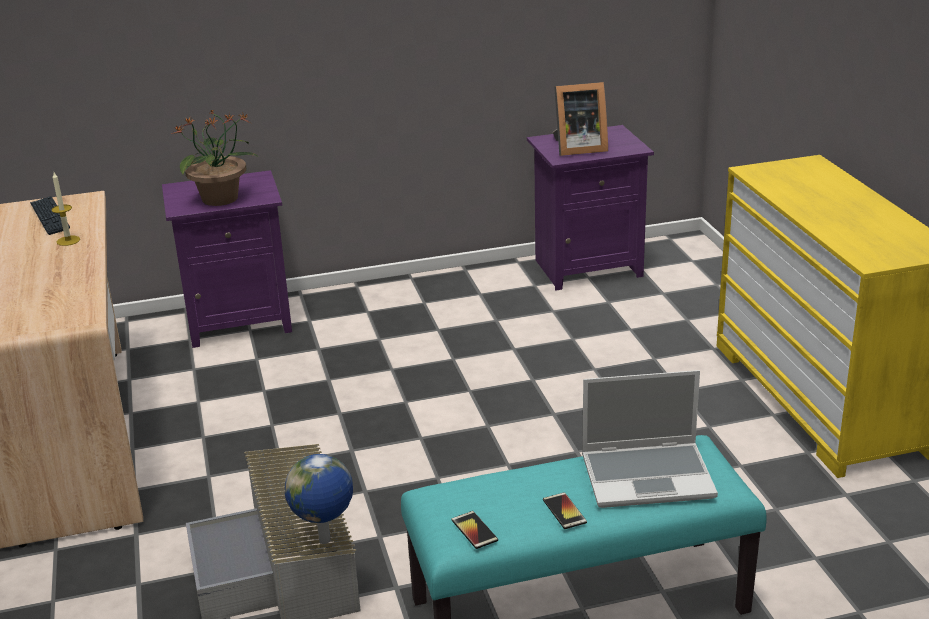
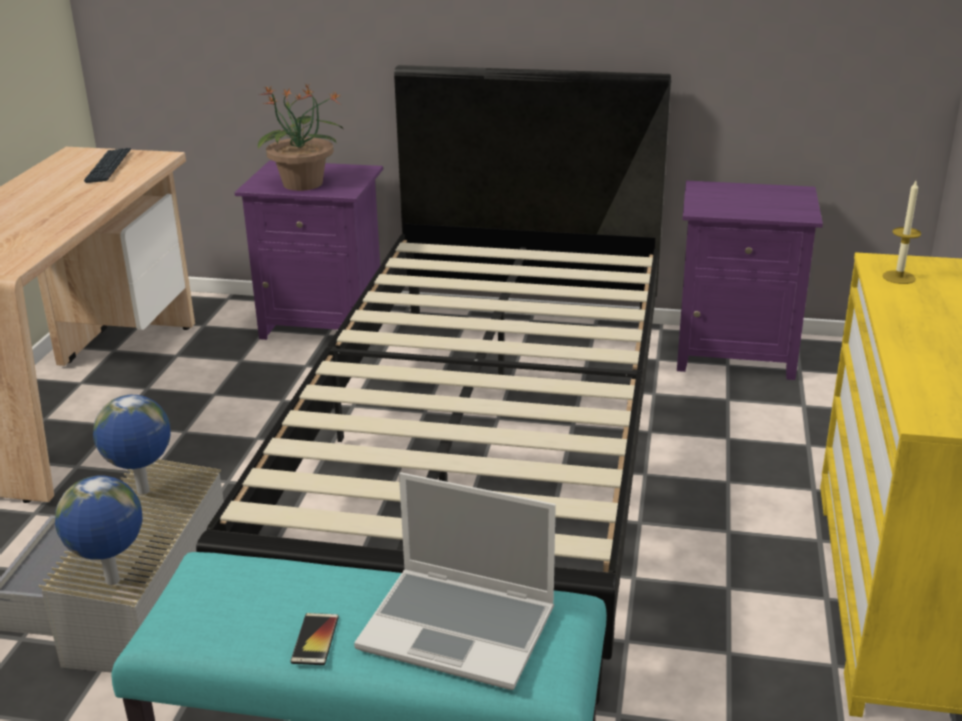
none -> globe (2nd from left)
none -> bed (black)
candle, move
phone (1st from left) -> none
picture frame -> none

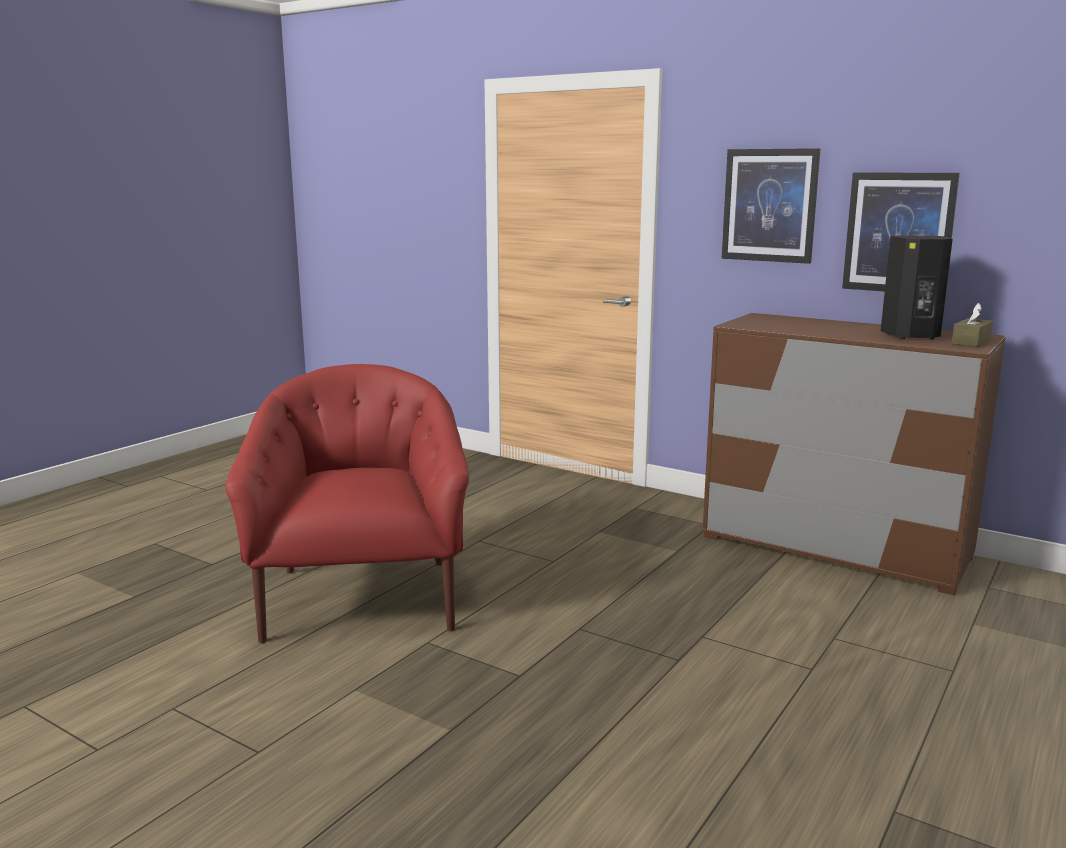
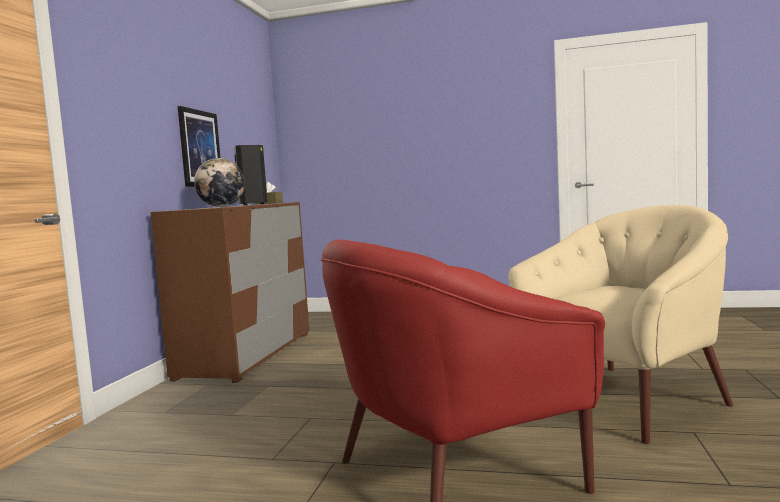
none -> globe
none -> armchair (beige)
picture (1st from left) -> none

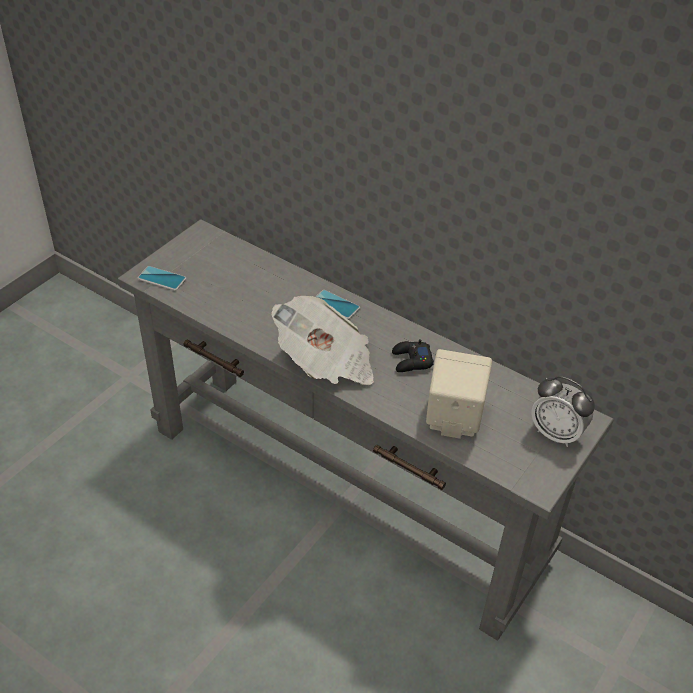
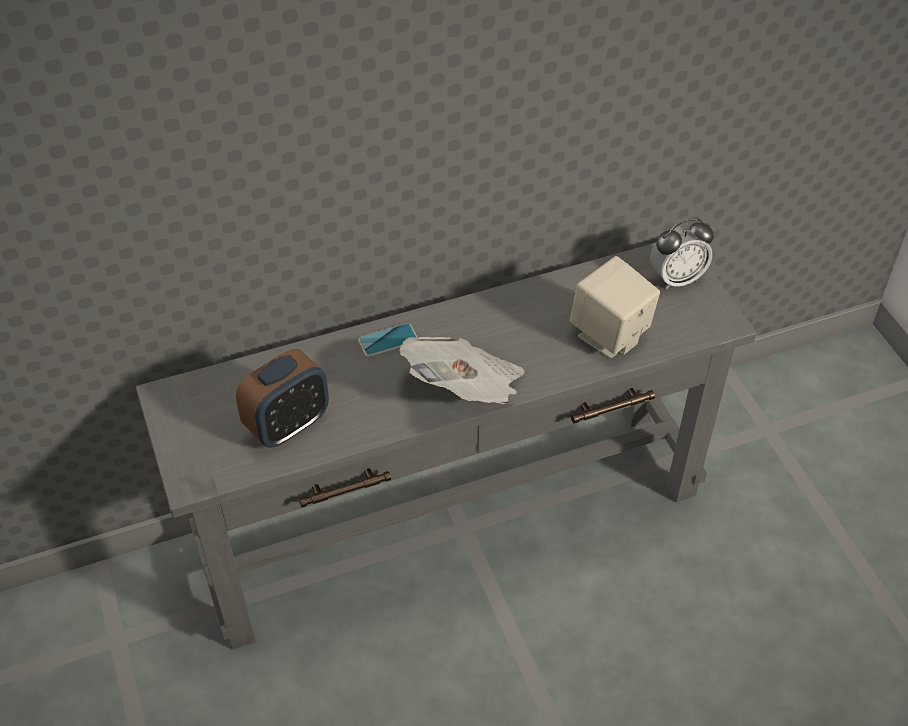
none -> alarm clock (1st from left)
phone (1st from left) -> none
game controller (black) -> none

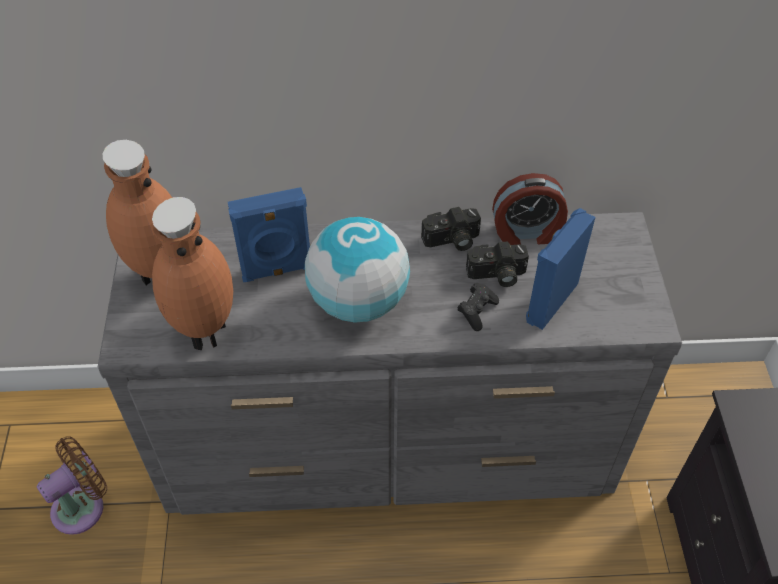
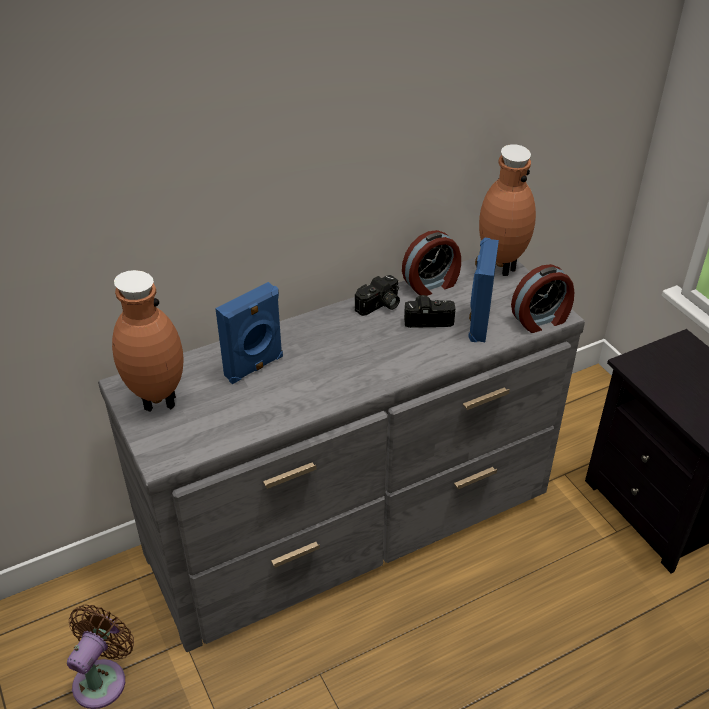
photo camera (2nd from left), 150 degrees counterclockwise
vase (brown) (2nd from left), move
none -> alarm clock (2nd from left)
globe -> none
game controller (black) -> none

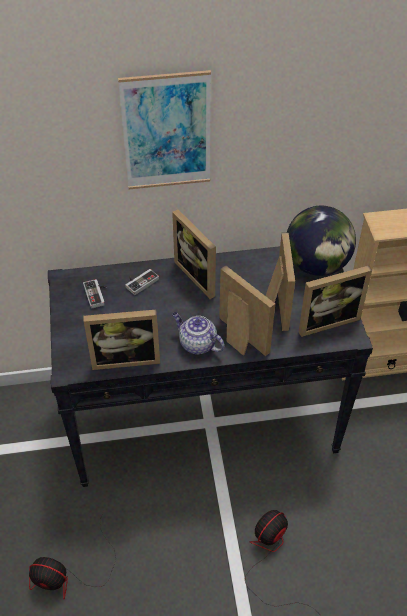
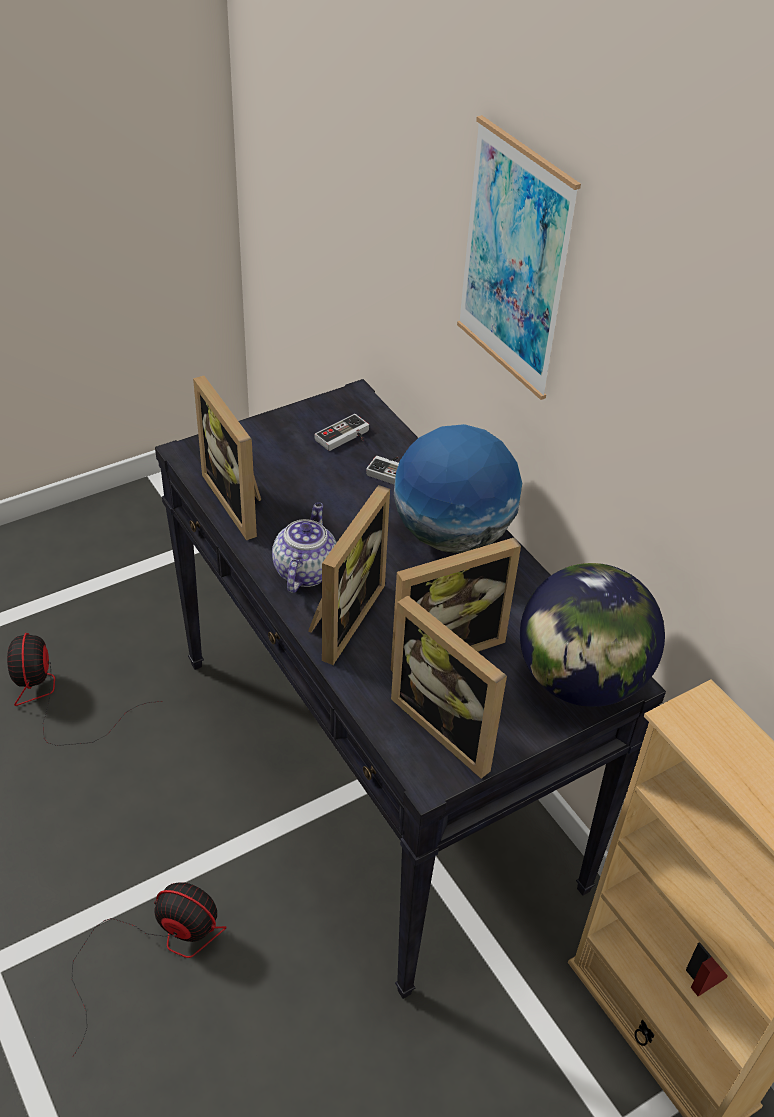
picture frame (2nd from left) -> globe (1st from left)

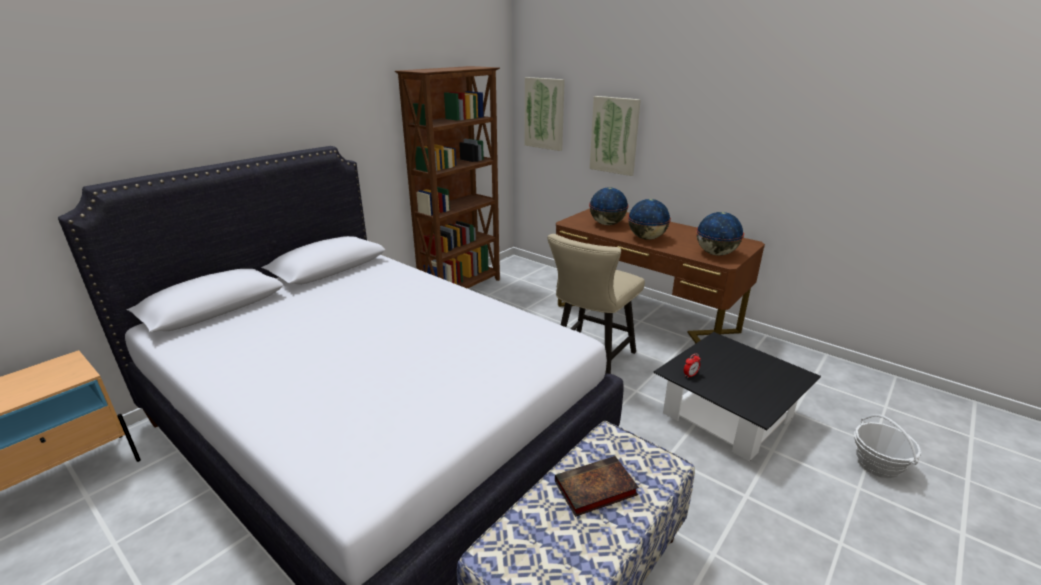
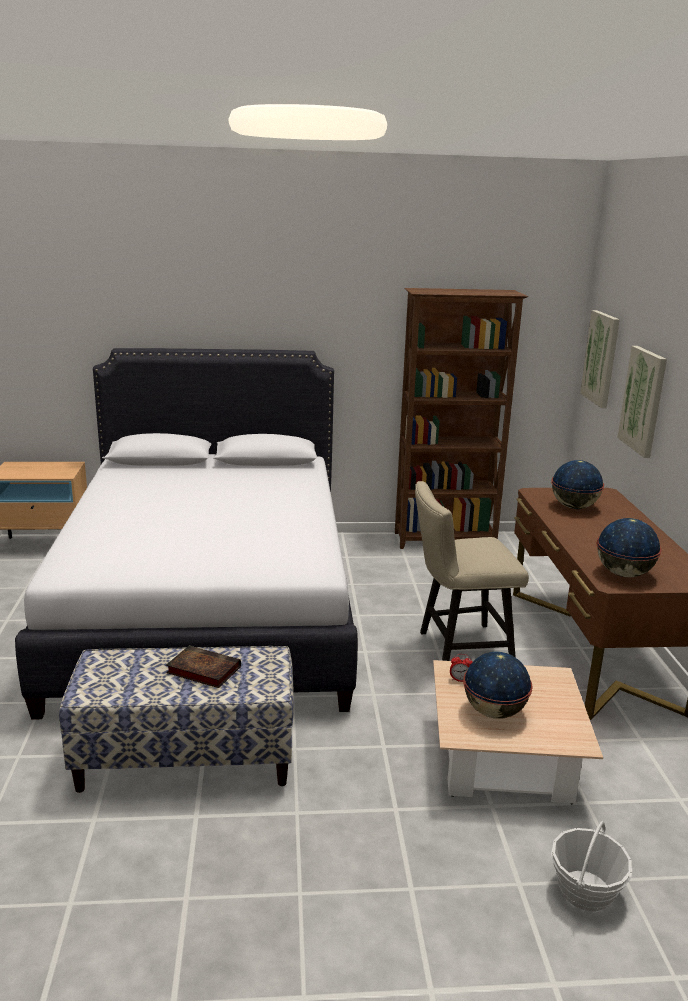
coffee table (black) -> coffee table (beige)
globe (2nd from left in the first image) -> globe (1st from left), move

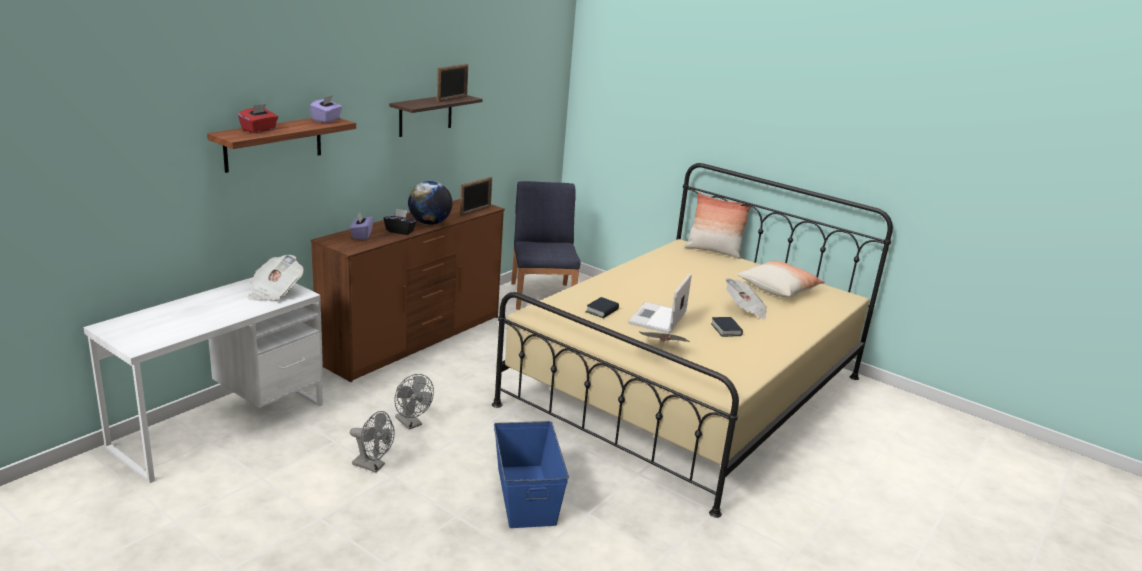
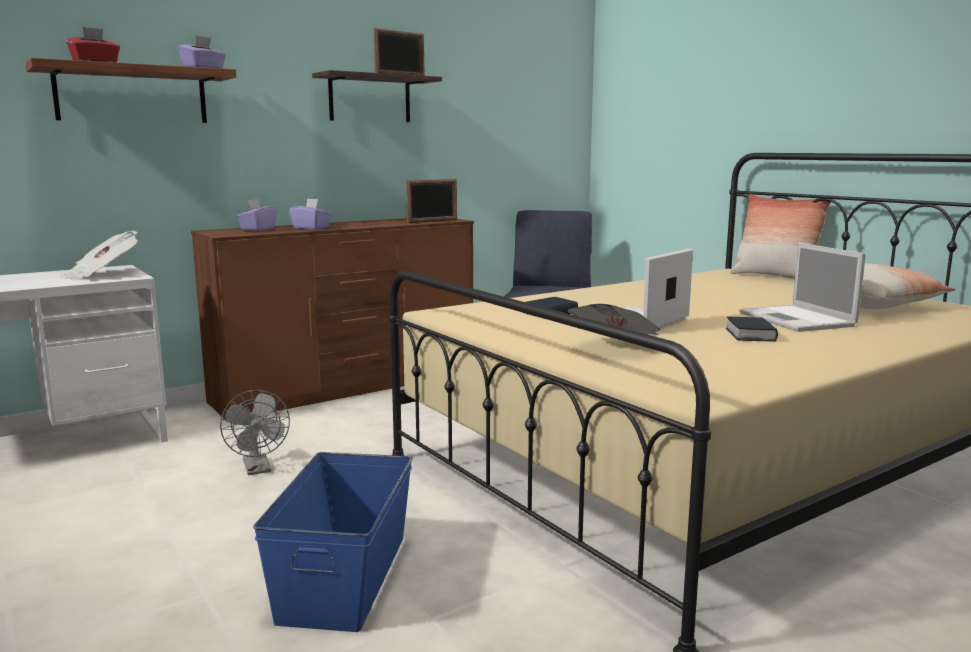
tissue box (black) -> tissue box (purple) (3rd from left)
newspaper (3rd from left) -> laptop (2nd from left)
fan (grey) (1st from left) -> none
globe -> none

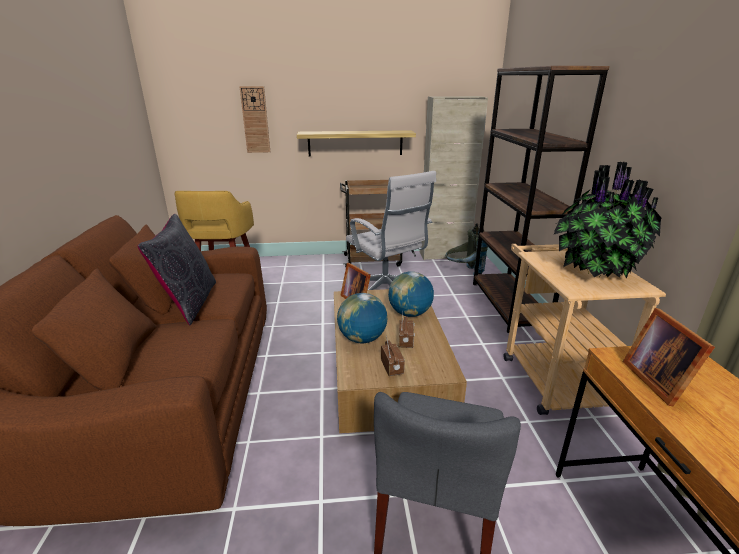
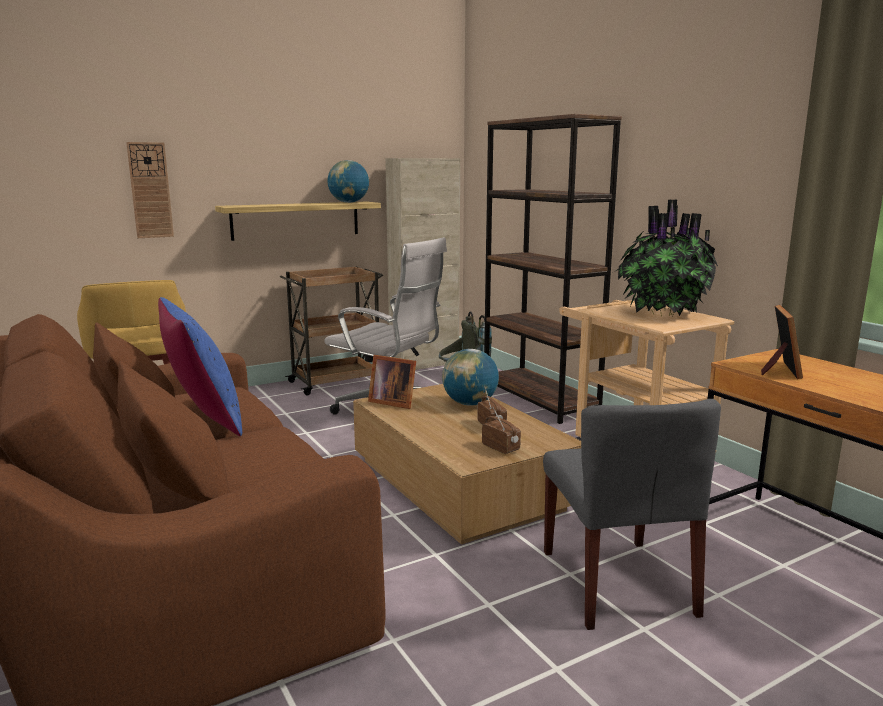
pillow (black) -> pillow (blue)
globe (1st from left), move
picture frame (2nd from left), 135 degrees counterclockwise

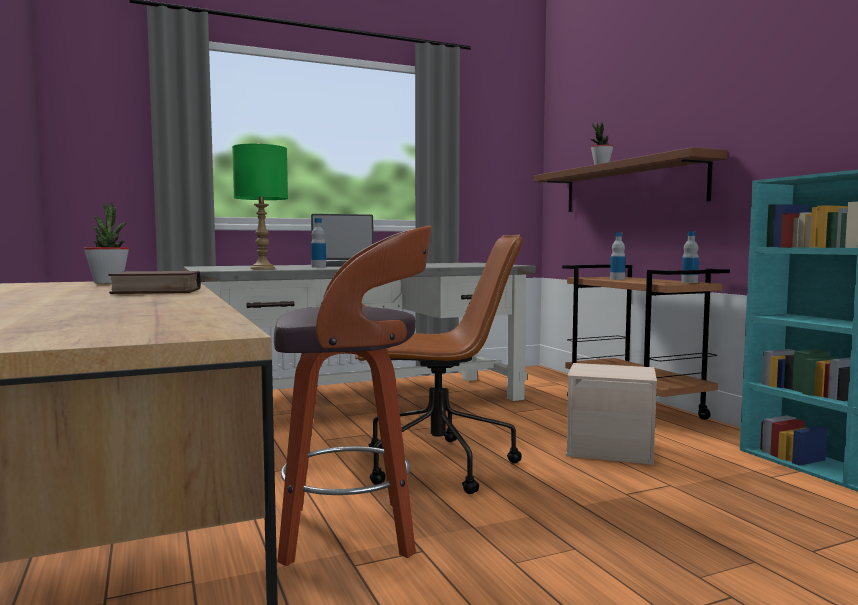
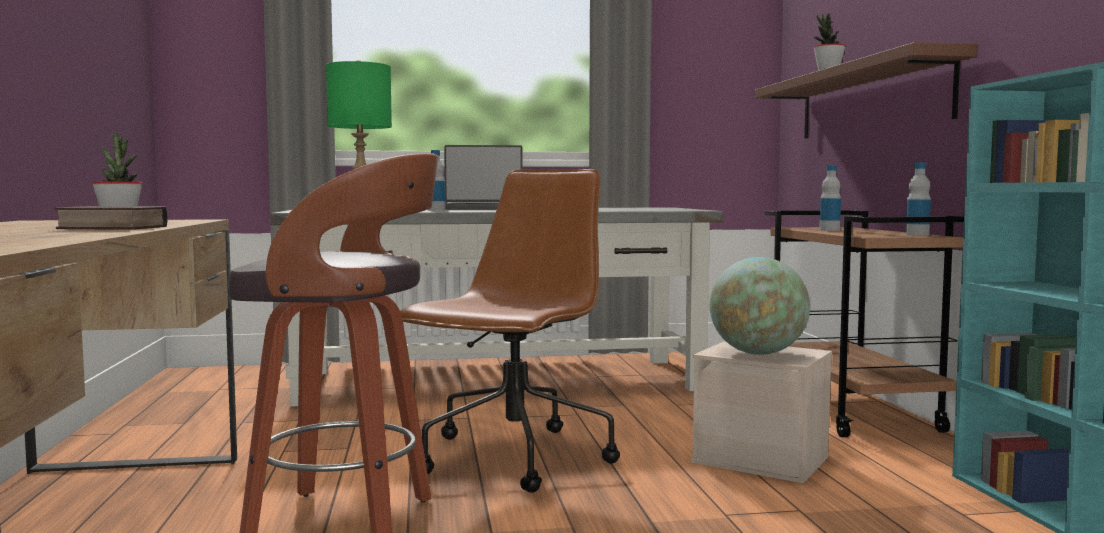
office chair (brown), 75 degrees counterclockwise
none -> globe

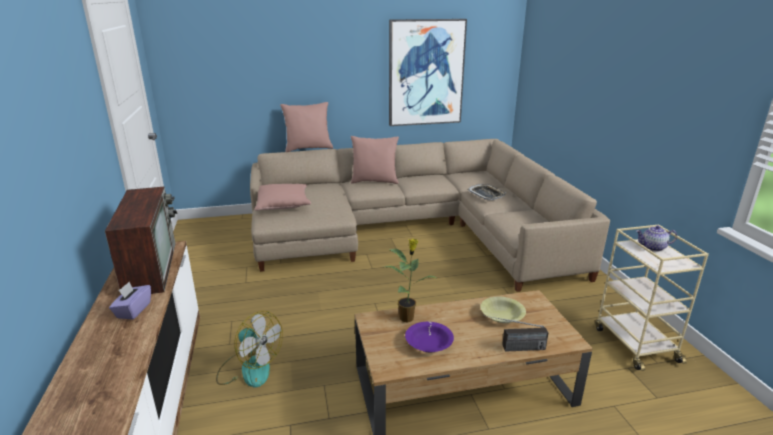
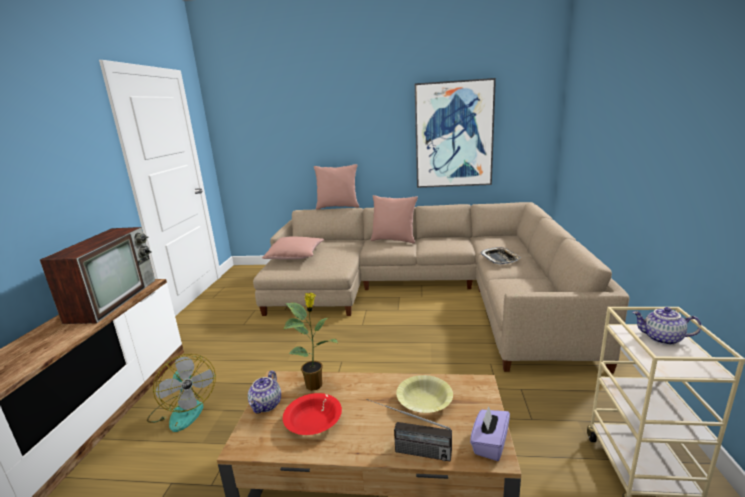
none -> teapot (1st from left)
bowl (purple) -> bowl (red)
tissue box (purple), move

